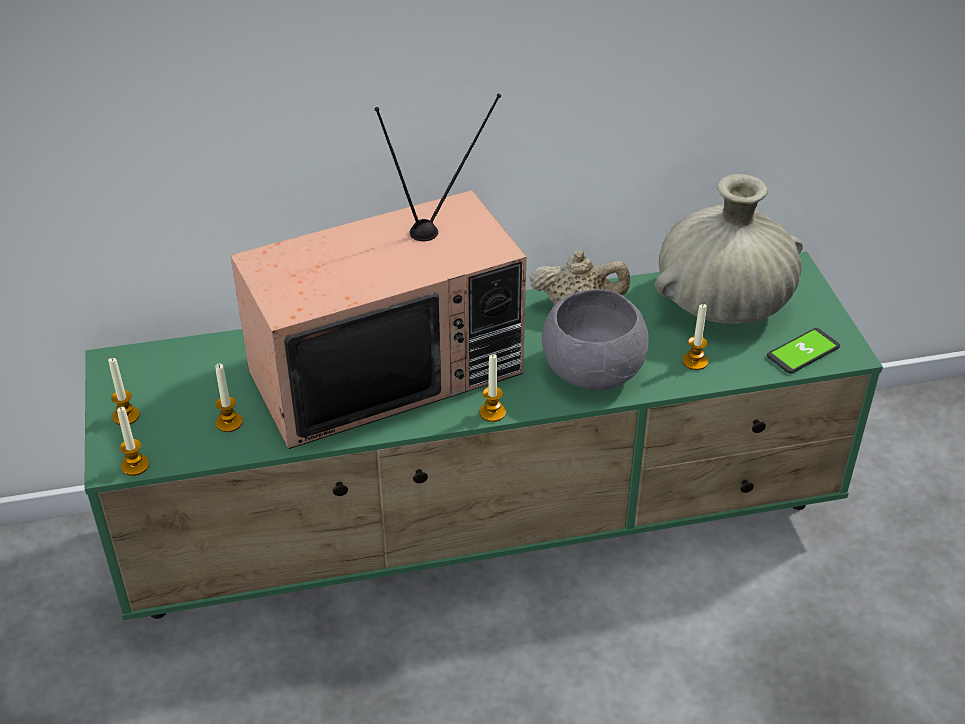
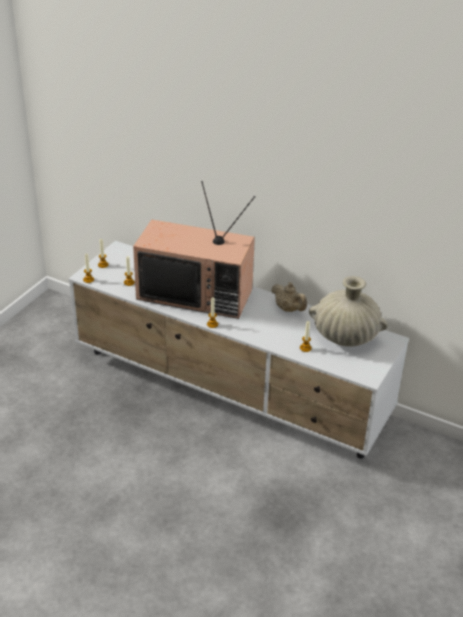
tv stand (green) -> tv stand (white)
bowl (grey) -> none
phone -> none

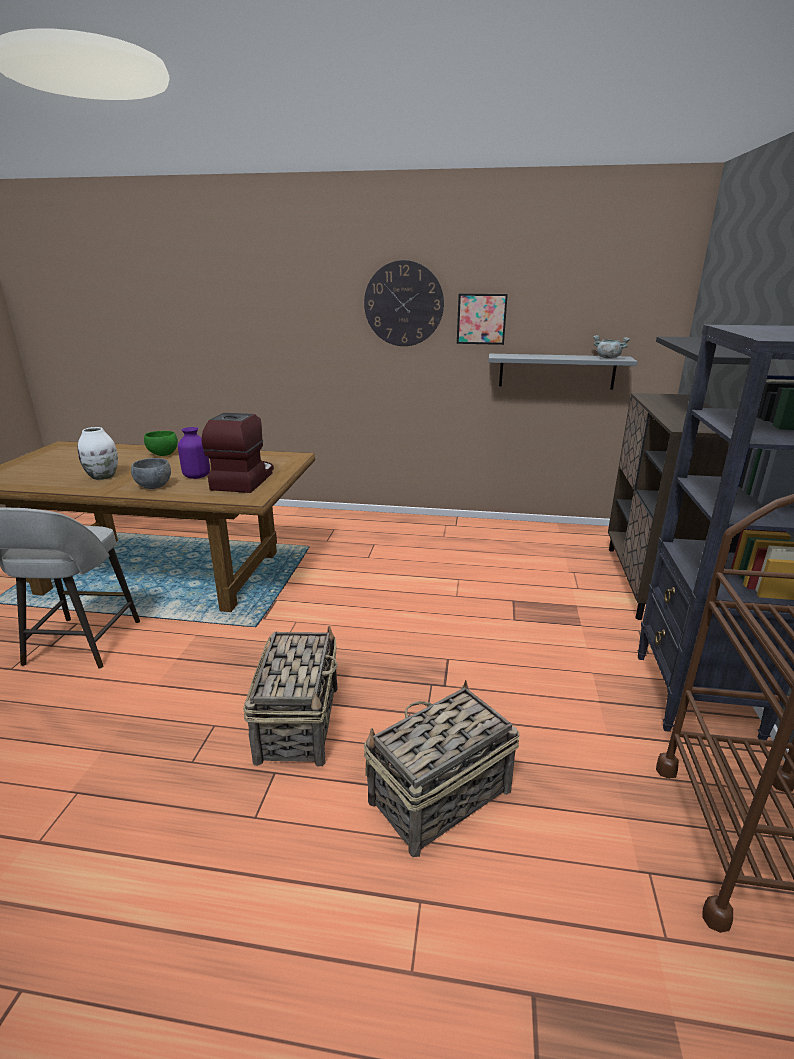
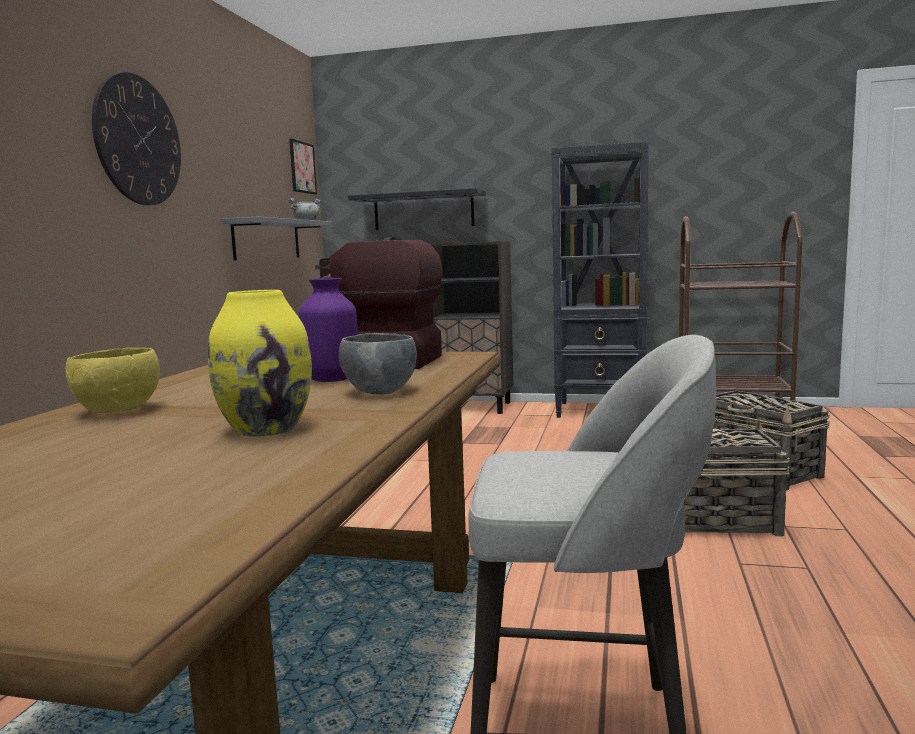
bowl (green) -> bowl (yellow)
vase (white) -> vase (yellow)
picture, move

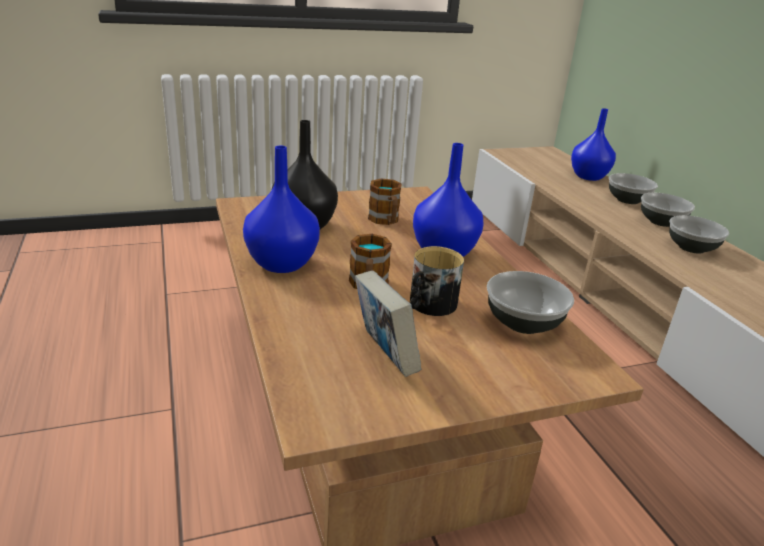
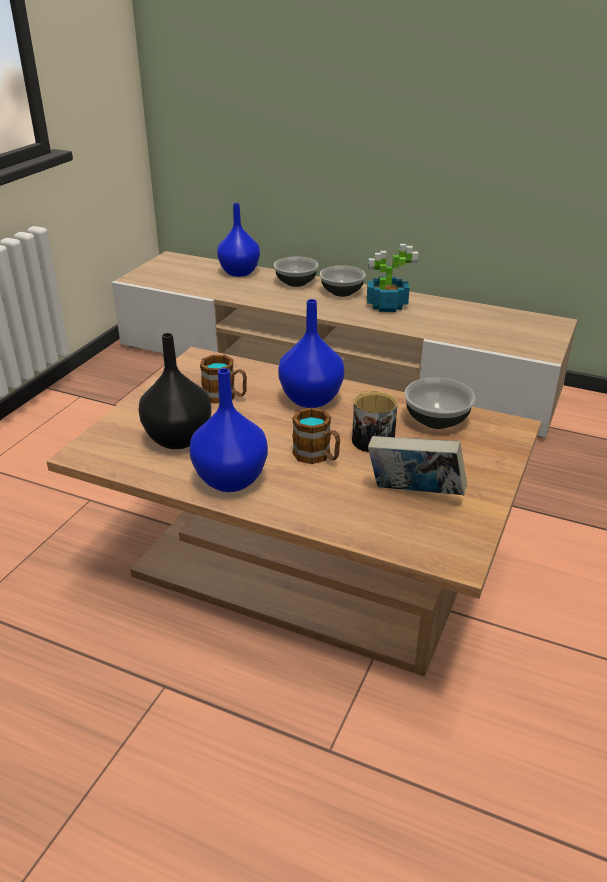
bowl (4th from left) -> potted plant

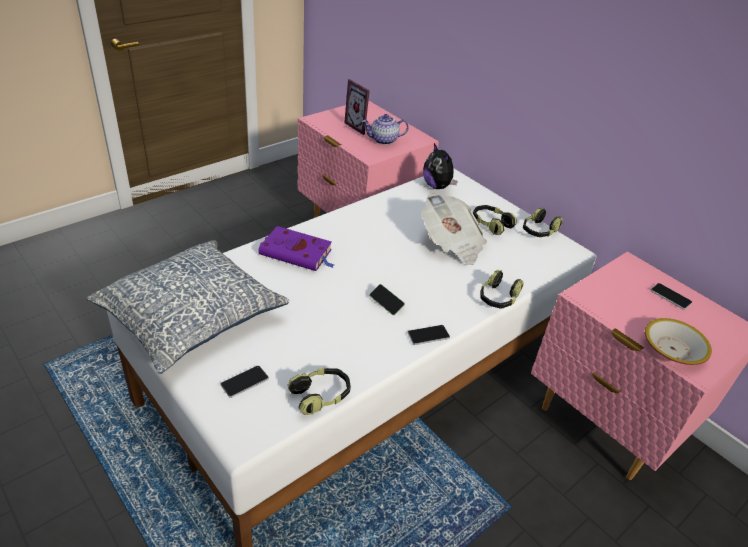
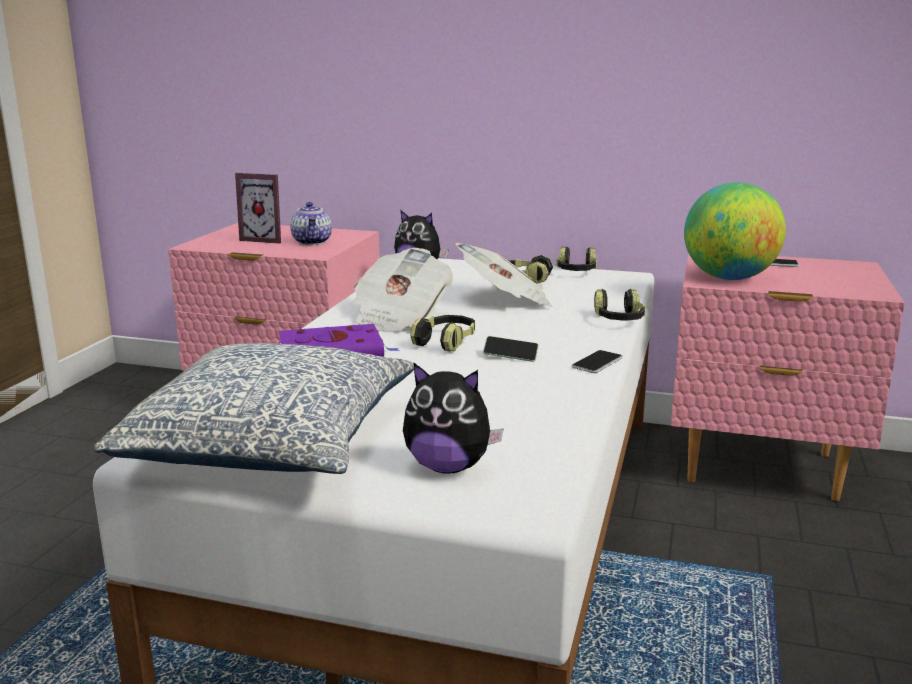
teapot, 60 degrees counterclockwise
none -> newspaper (1st from left)
phone (1st from left) -> plush toy (2nd from left)
headphones (1st from left), move
none -> globe
bowl -> none

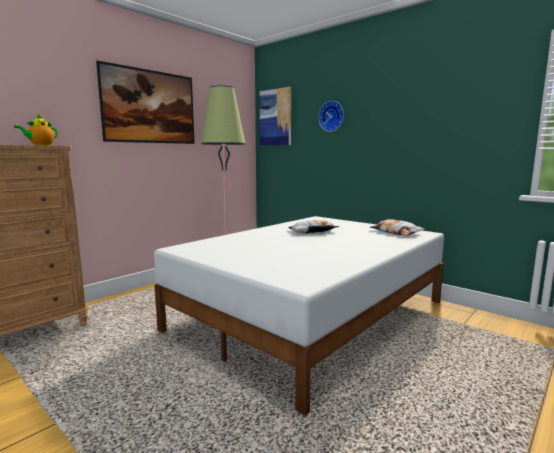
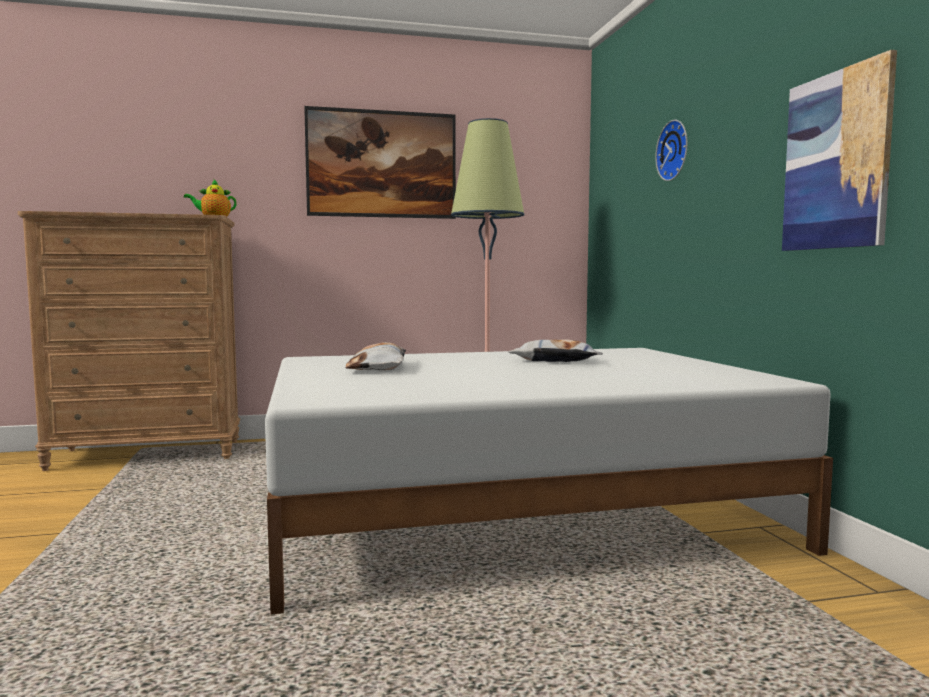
pillow (2nd from left in the first image) -> pillow (1st from left), move
picture (2nd from left), move

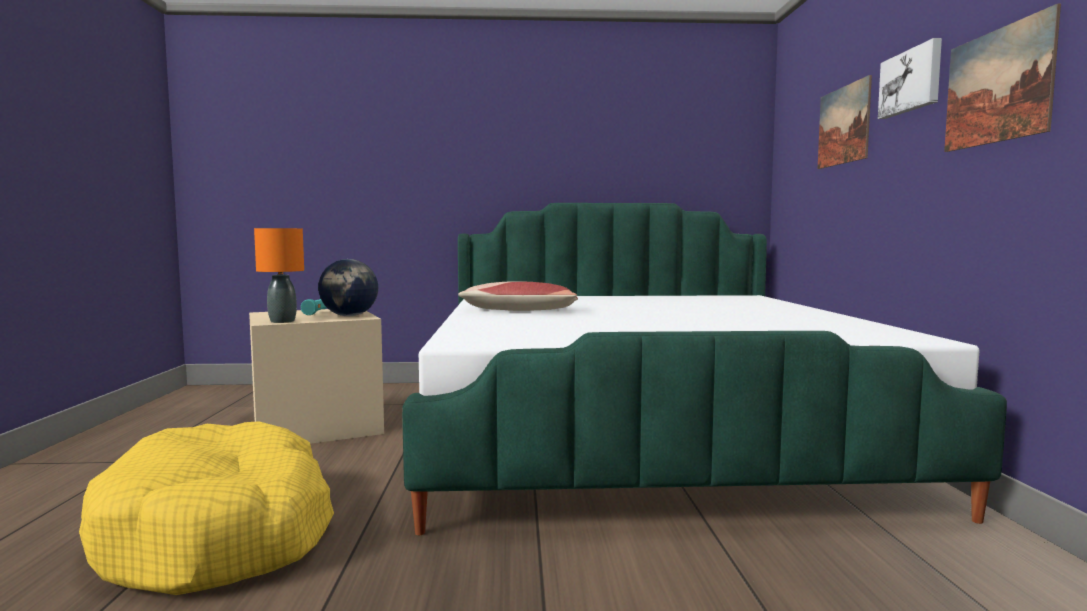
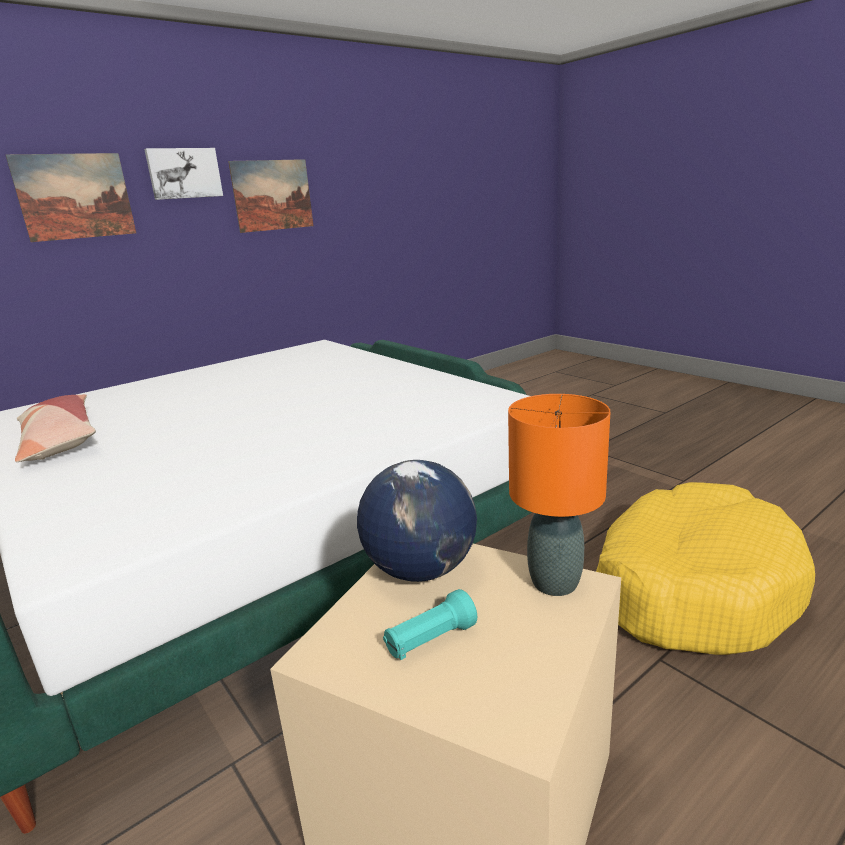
pillow, move

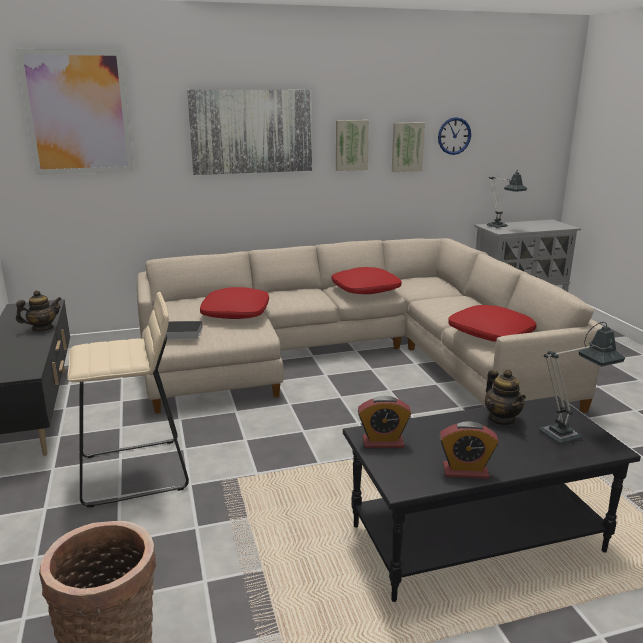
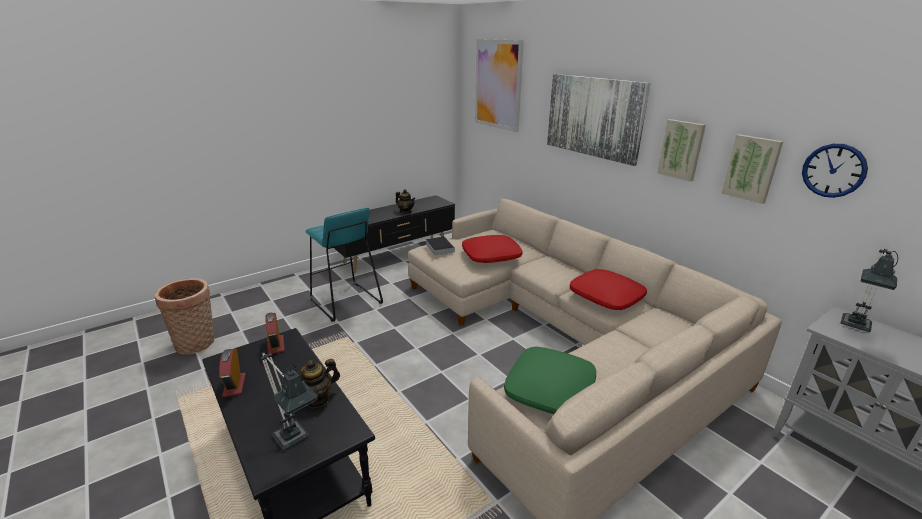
stool (beige) -> stool (turquoise)
pillow (red) (3rd from left) -> pillow (green)

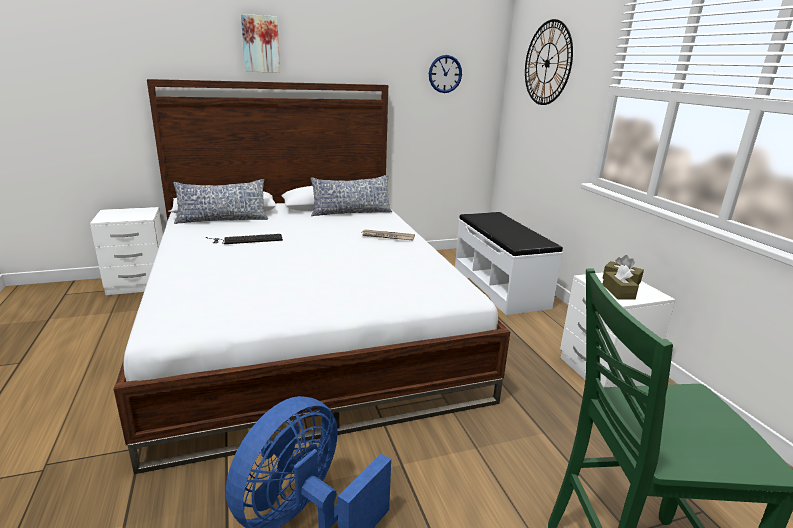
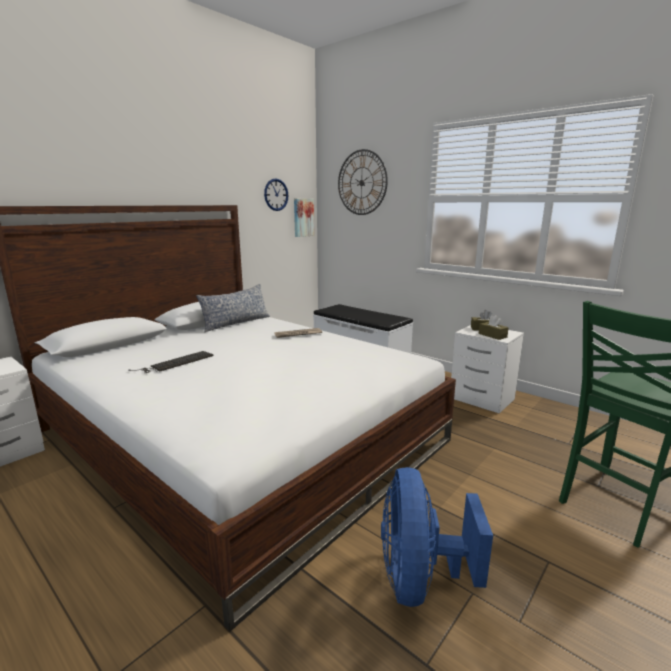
picture, move
pillow (1st from left) -> none

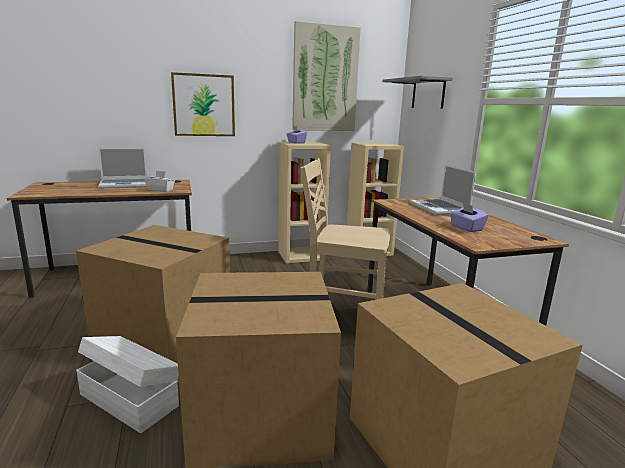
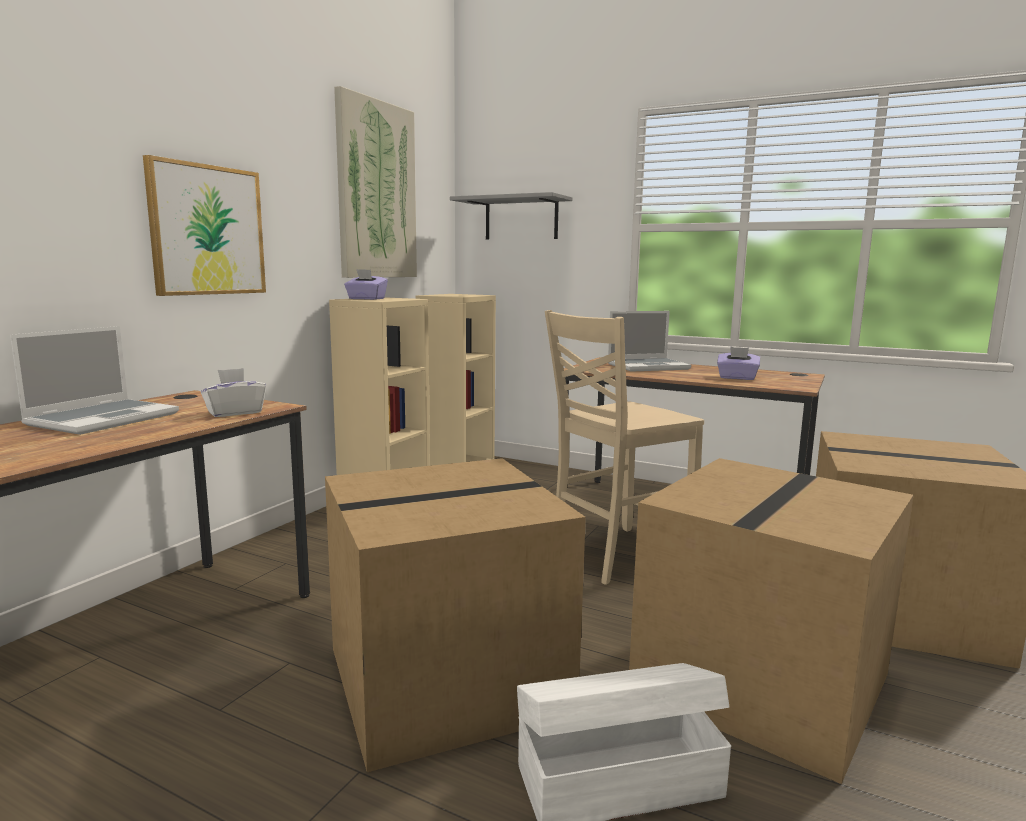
laptop (2nd from left), 45 degrees counterclockwise

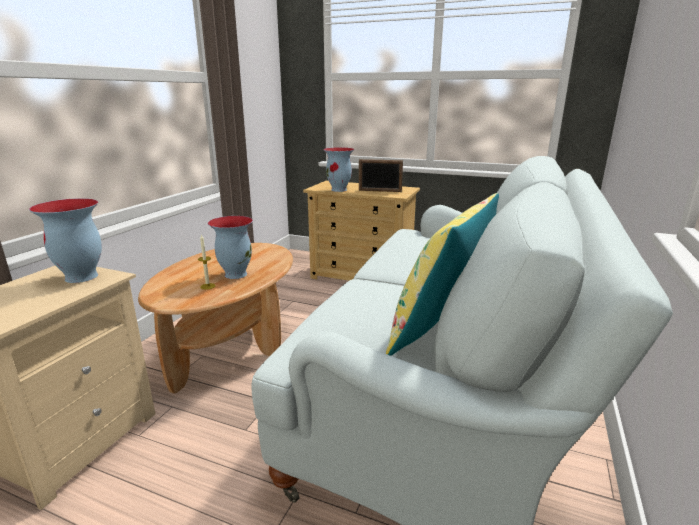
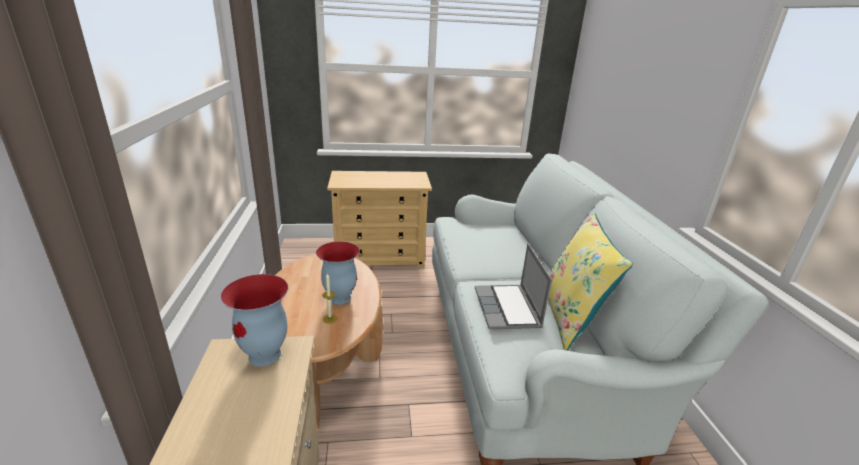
none -> laptop
vase (3rd from left) -> none
picture frame -> none

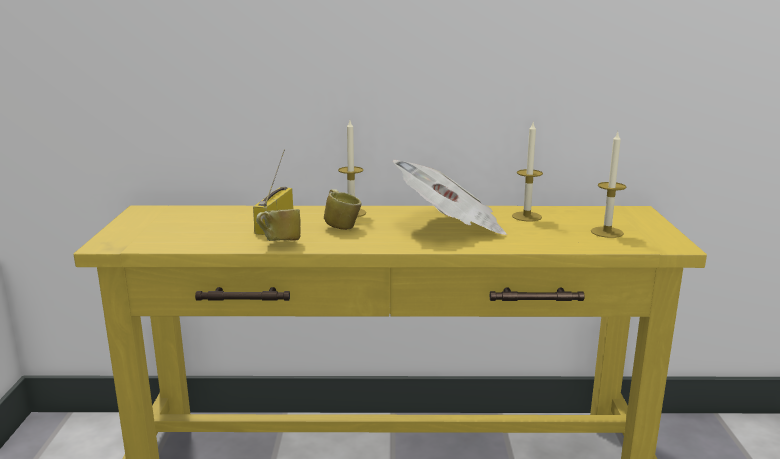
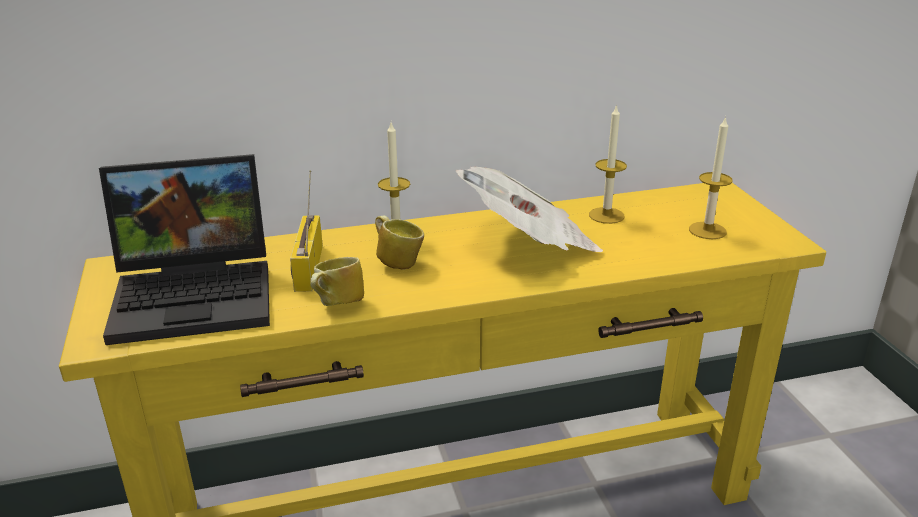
none -> laptop

